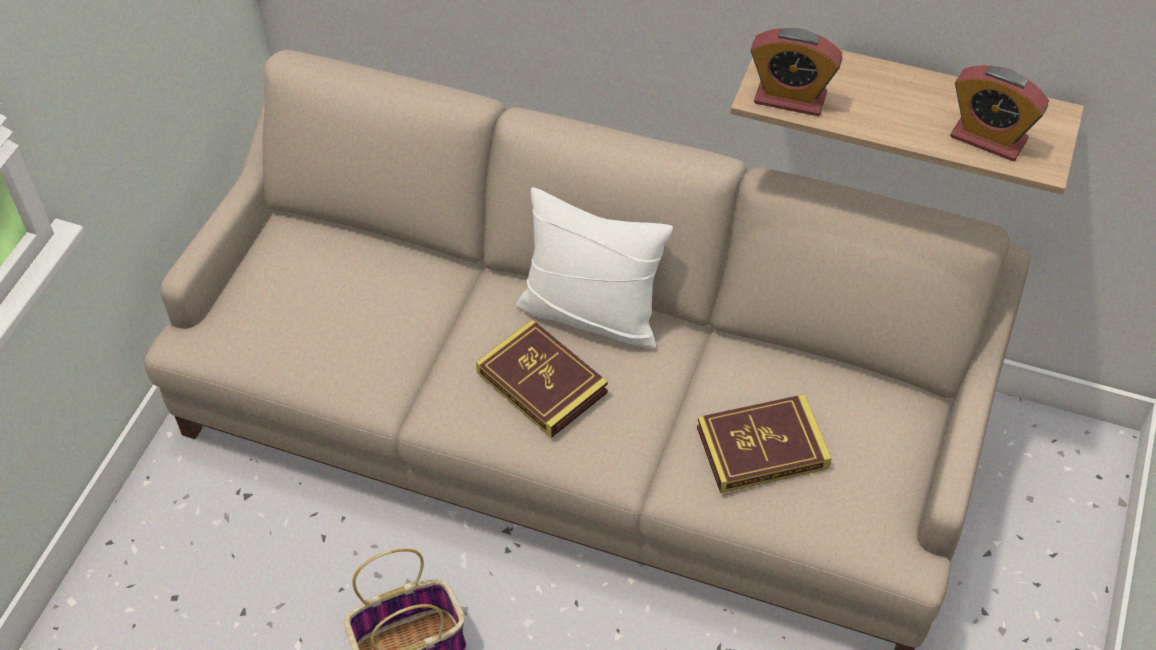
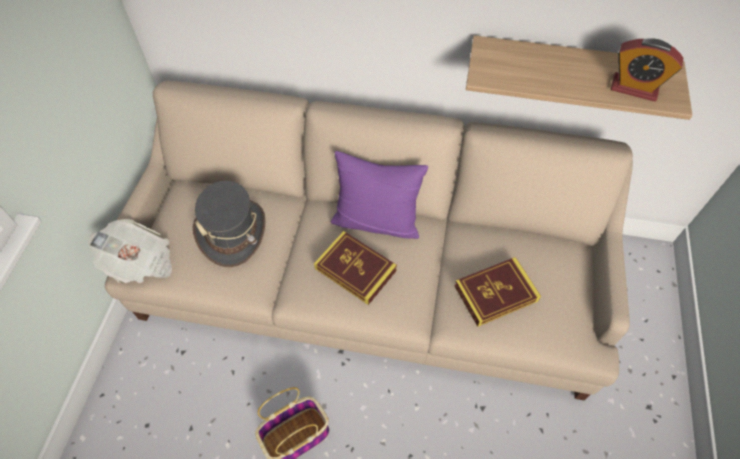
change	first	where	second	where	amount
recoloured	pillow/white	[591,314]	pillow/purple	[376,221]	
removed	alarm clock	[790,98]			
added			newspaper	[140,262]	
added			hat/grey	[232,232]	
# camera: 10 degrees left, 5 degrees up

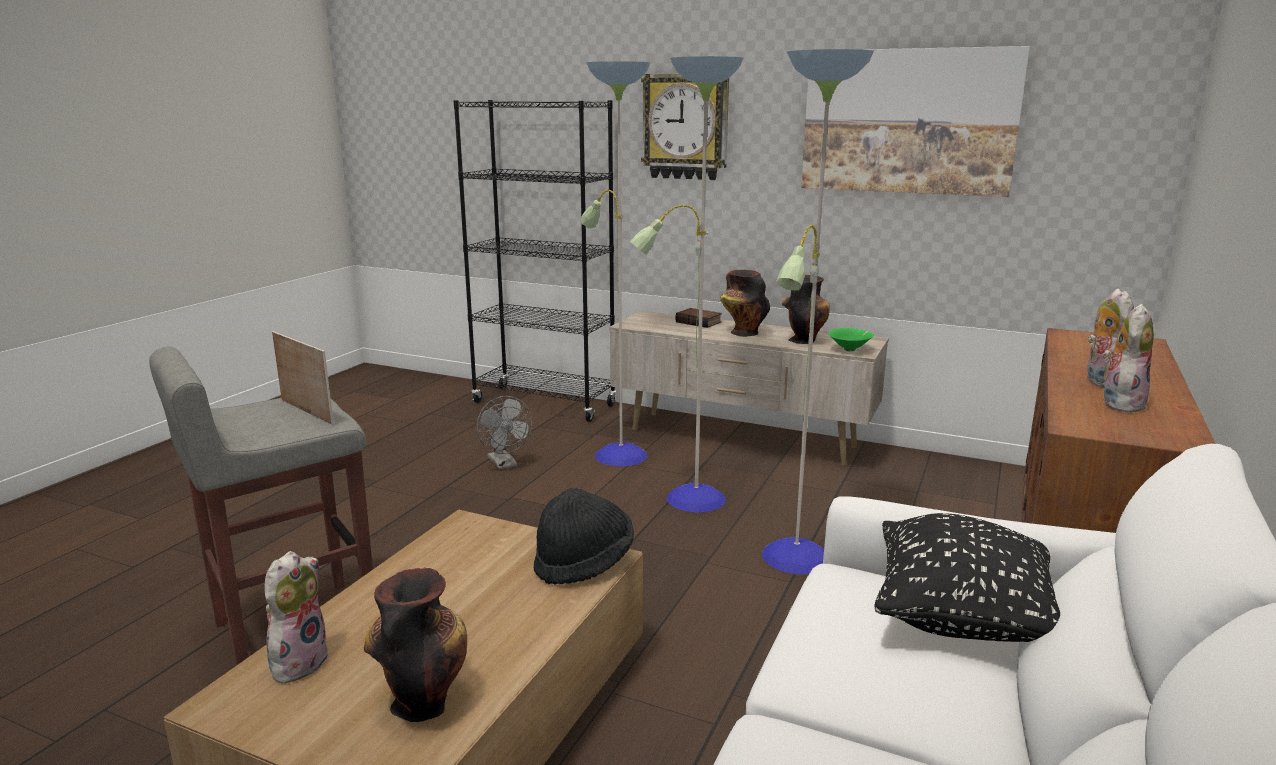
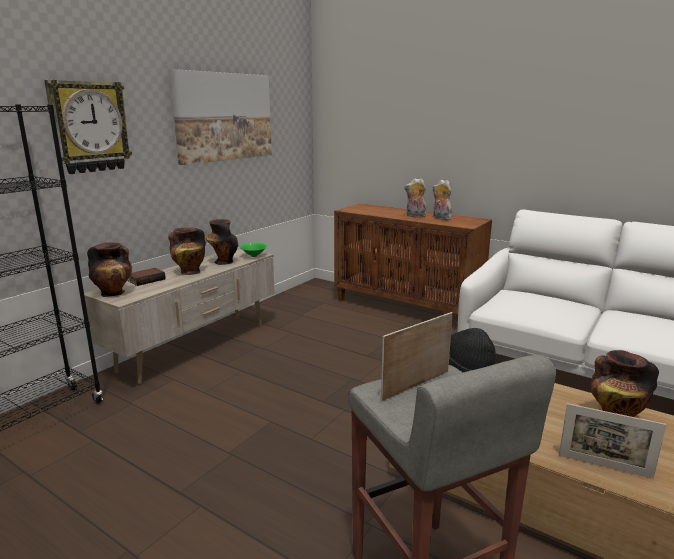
change	first	where	second	where	amount
replaced	plush toy	[298,661]	picture frame	[604,466]	
removed	fan/grey	[505,464]			
removed	floor lamp	[692,499]			
removed	pillow/black	[961,618]			
added			vase	[114,293]	
# camera: 80 degrees left, 0 degrees up

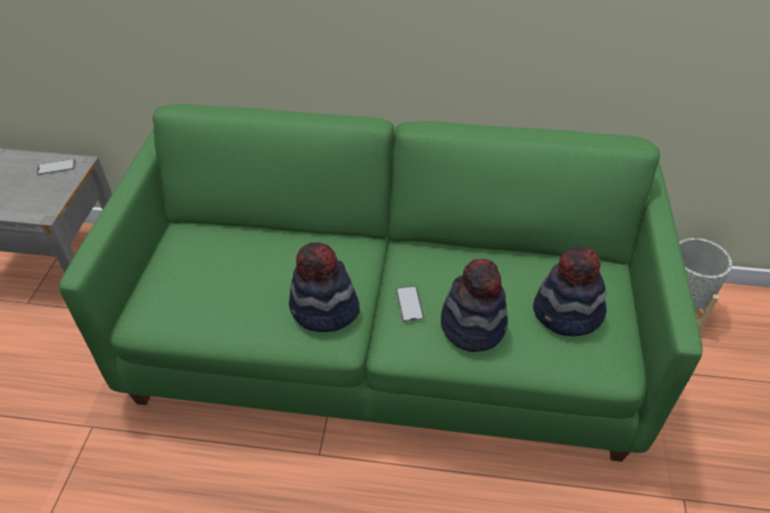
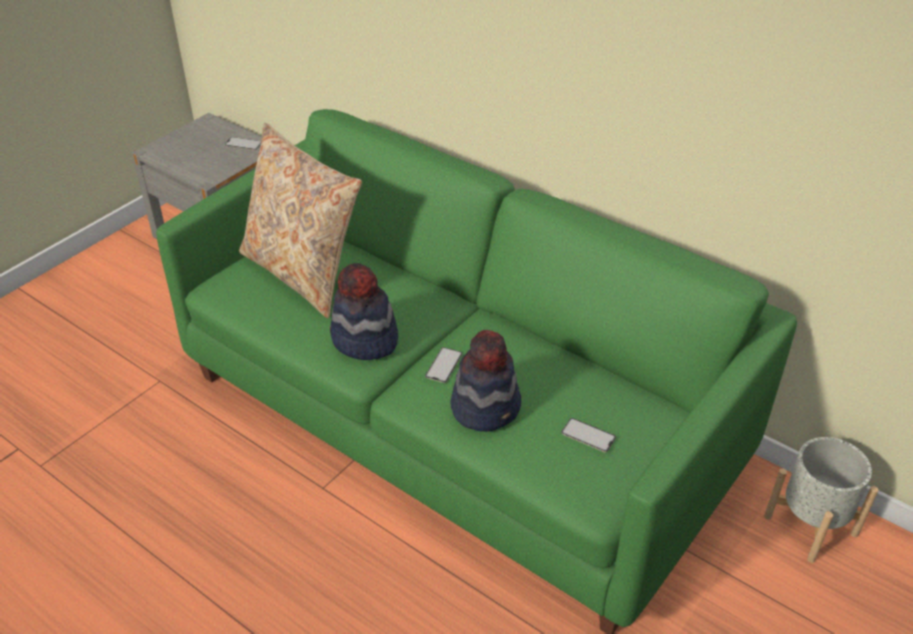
change	first	where	second	where	amount
replaced	hat	[567,314]	phone	[588,435]	
added			pillow/beige	[303,273]	
# camera: 30 degrees right, 5 degrees down

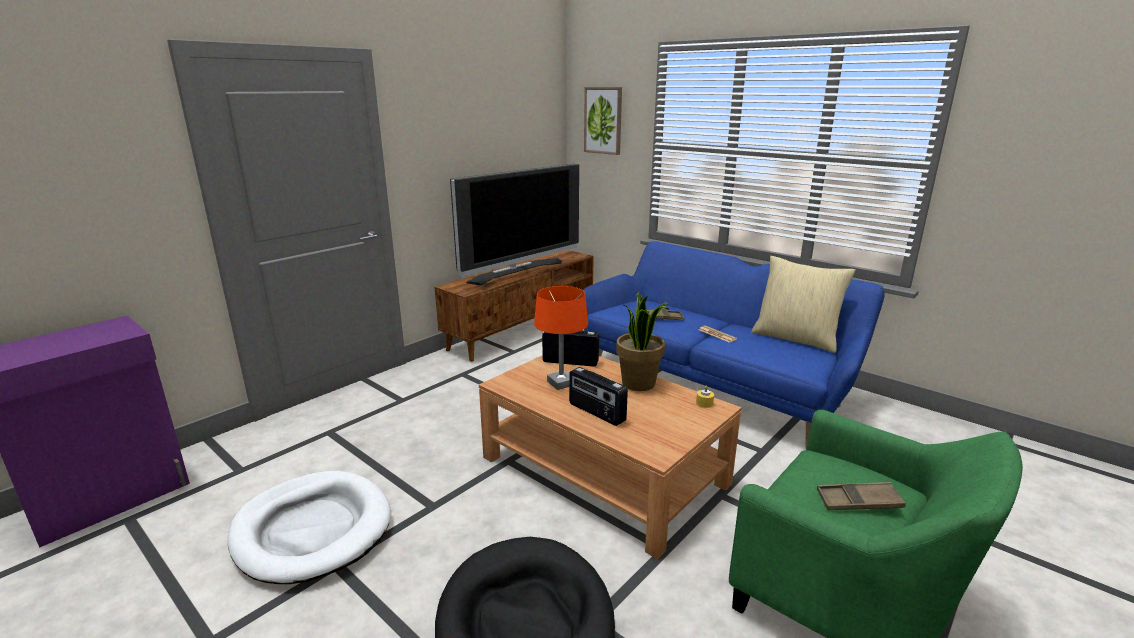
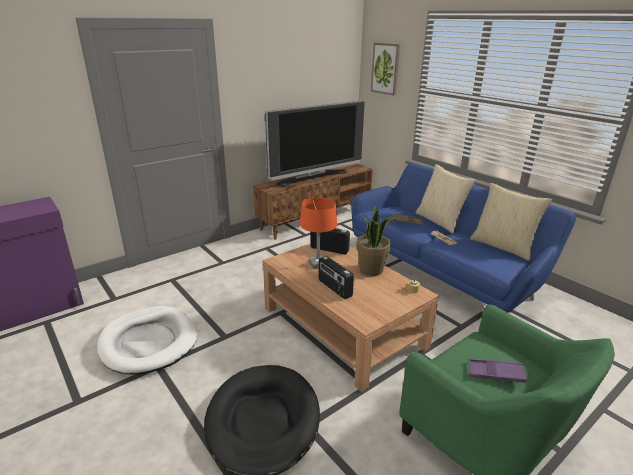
change	first	where	second	where	amount
recoloured	tray/brown	[858,501]	tray/purple	[495,373]	
added			pillow/beige	[440,221]	
# camera: 10 degrees right, 5 degrees up

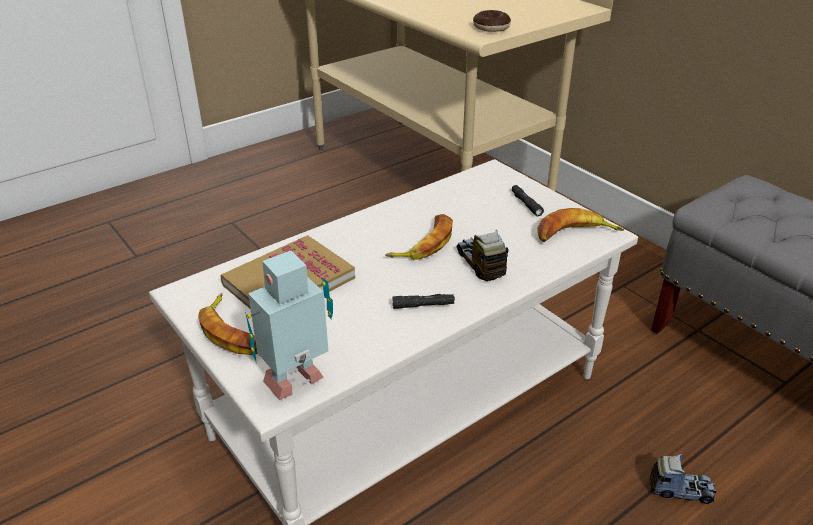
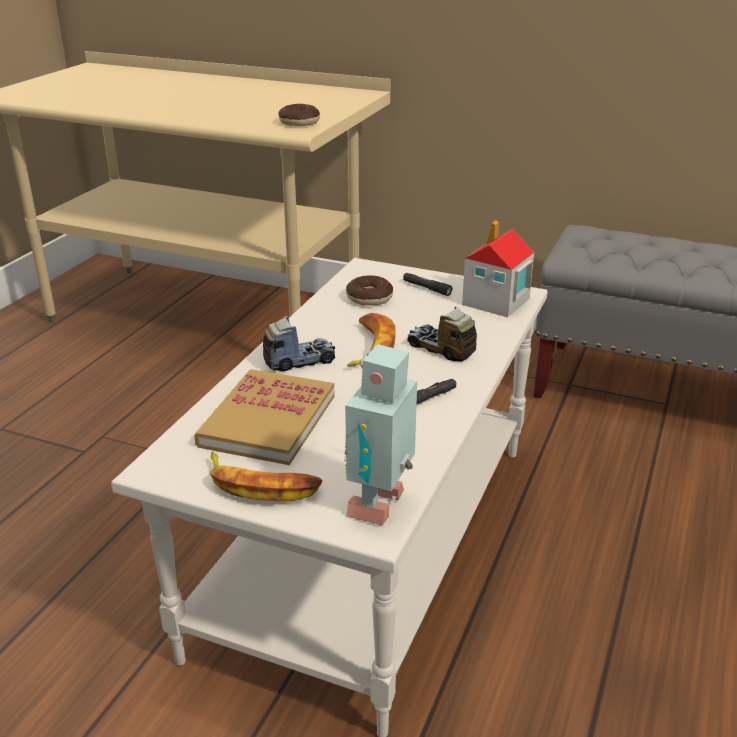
change	first	where	second	where	amount
replaced	banana	[574,234]	toy house	[495,302]	
moved	toy truck	[680,490]		[299,361]	
added			donut	[369,298]	
# camera: 30 degrees left, 5 degrees down

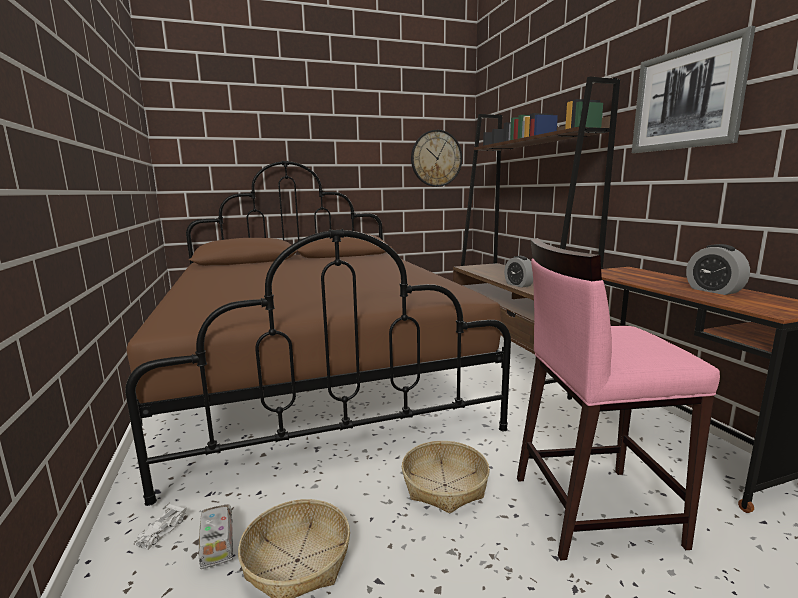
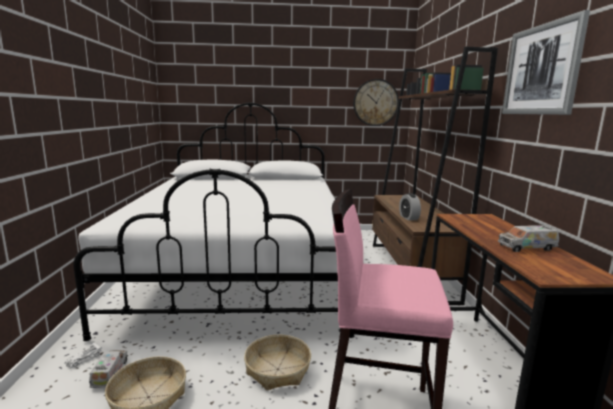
change	first	where	second	where	amount
recoloured	bed/brown	[315,374]	bed/white	[242,268]	
replaced	alarm clock	[713,290]	toy truck	[527,247]	
# camera: 15 degrees right, 0 degrees up

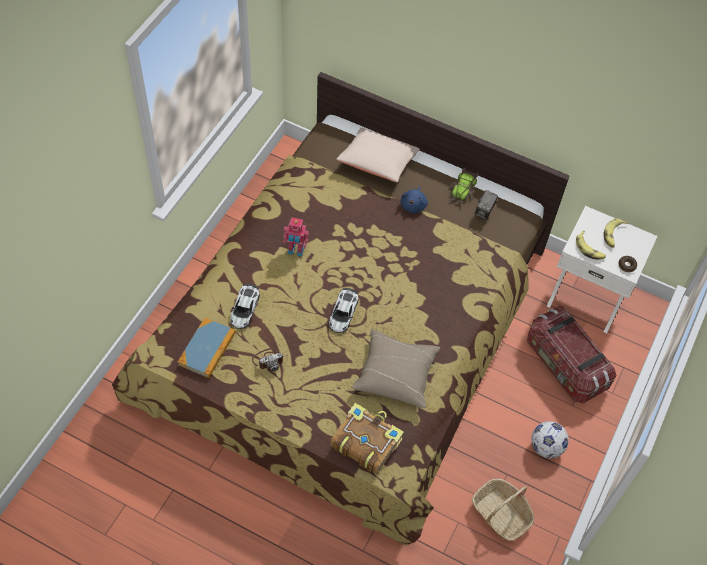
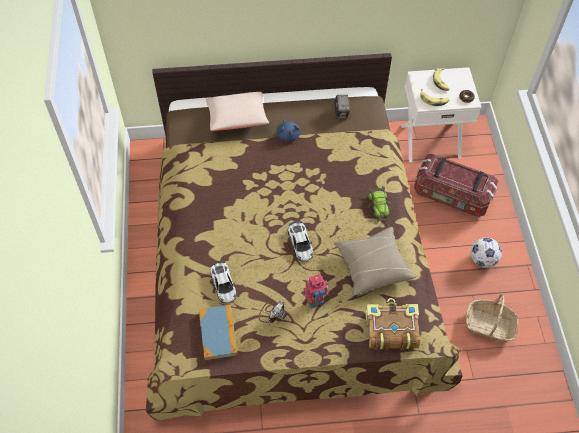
change	first	where	second	where	amount
moved	toy robot	[296,250]		[315,301]	
moved	toy car	[462,190]		[379,207]	
# camera: 30 degrees left, 0 degrees up

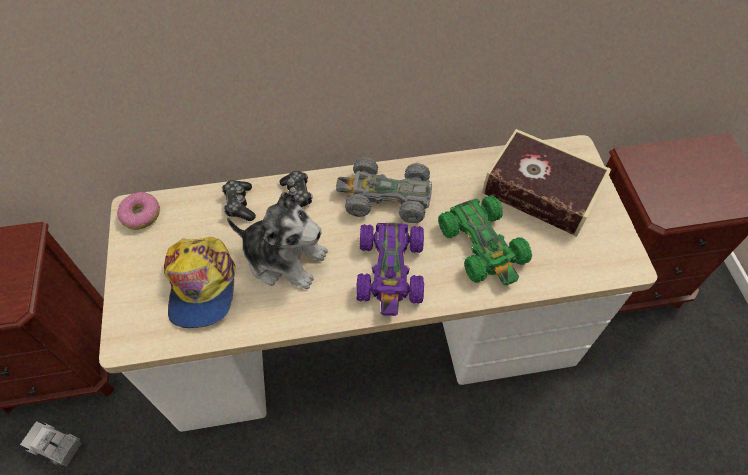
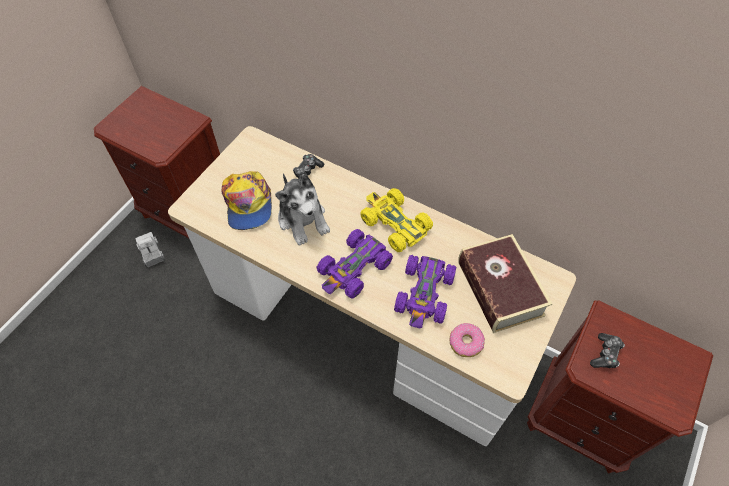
change	first	where	second	where	amount
moved	donut	[141,215]		[465,342]	
turned	cap	[201,285]		[248,204]	45 degrees counterclockwise
moved	game controller	[297,196]		[605,354]	
recoloured	toy car/grey	[386,197]	toy car/yellow	[394,224]	
recoloured	toy car/green	[483,246]	toy car/purple	[424,294]	
# camera: 40 degrees right, 0 degrees up

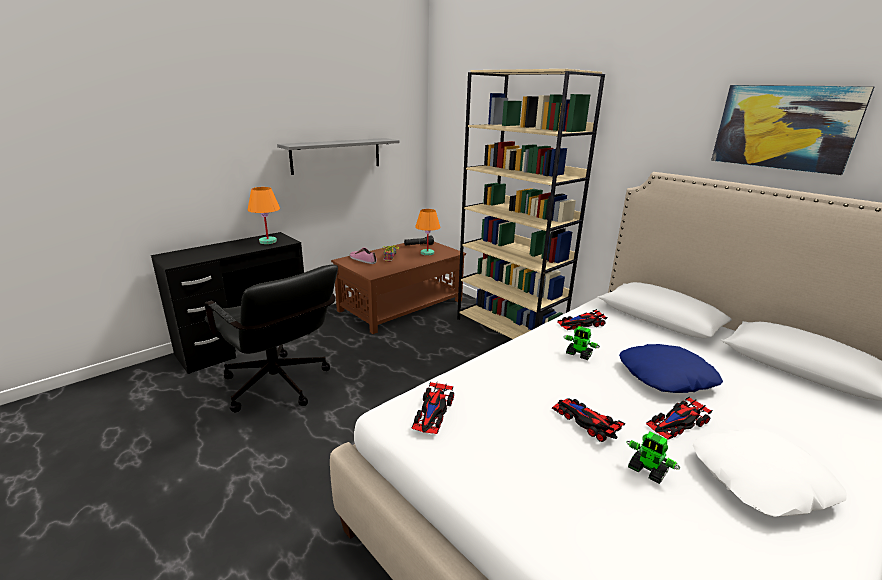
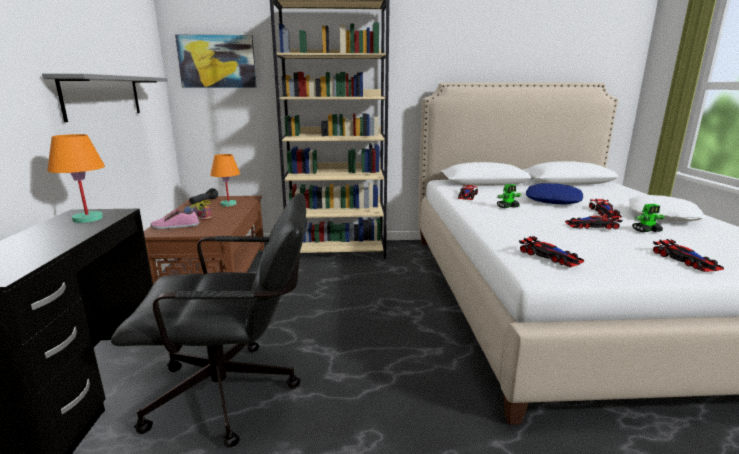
change	first	where	second	where	amount
moved	picture	[784,127]		[217,62]	
added			toy car	[685,260]	
# camera: 50 degrees left, 5 degrees down

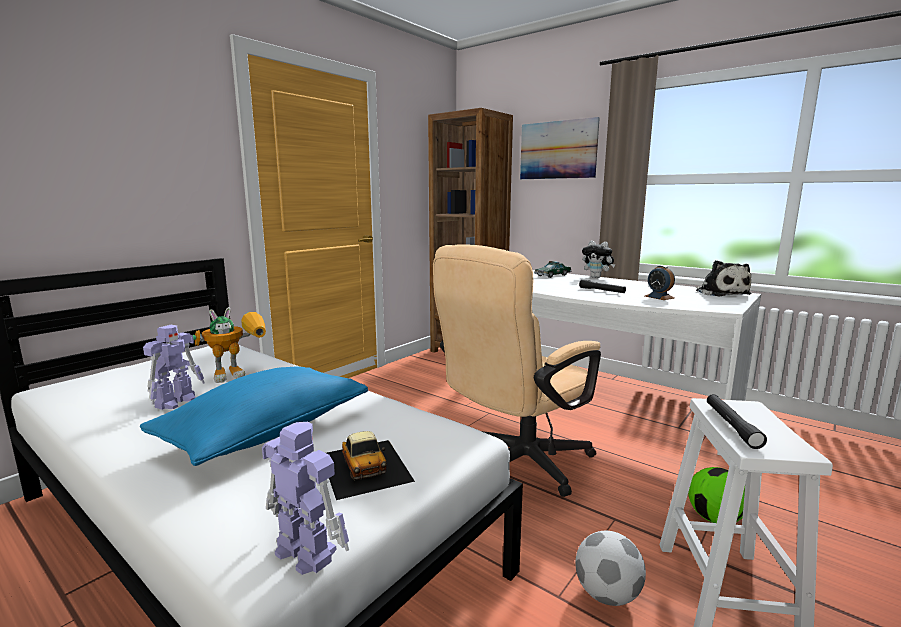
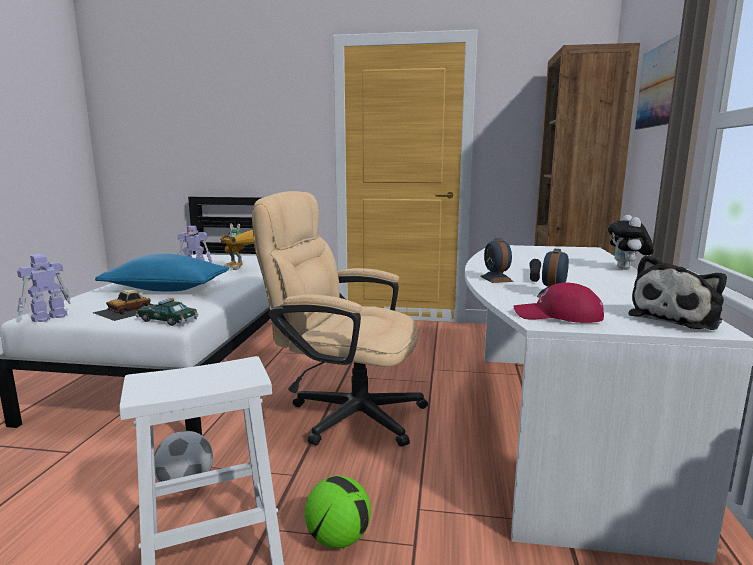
change	first	where	second	where	amount
turned	toy robot	[304,551]		[48,317]	150 degrees counterclockwise
moved	toy car	[552,275]		[167,320]	
removed	flashlight/black	[731,426]			
added			alarm clock	[496,279]	
added			cap/red	[557,315]	
# camera: 60 degrees right, 0 degrees up

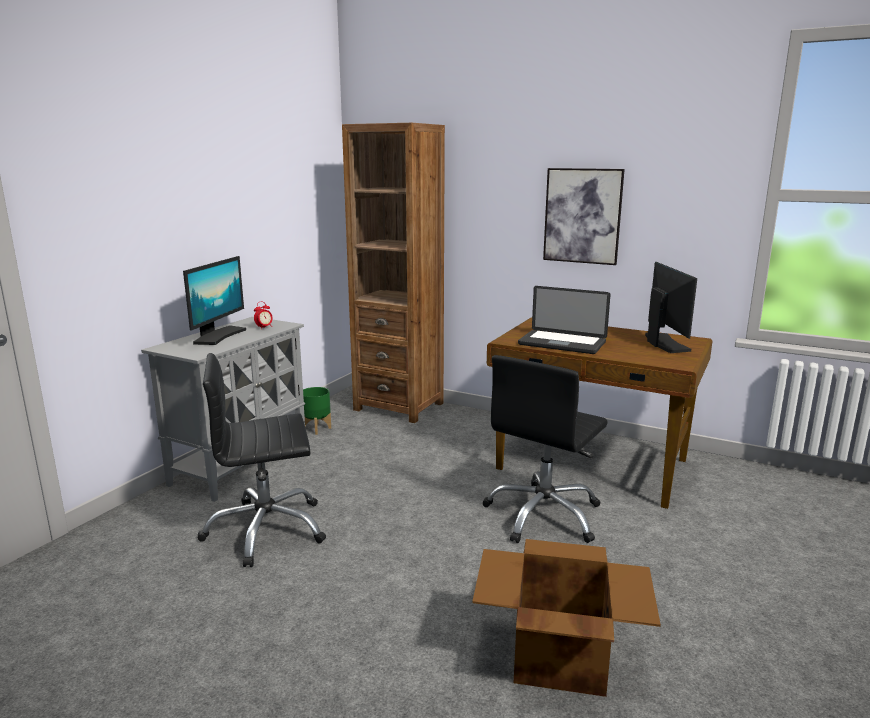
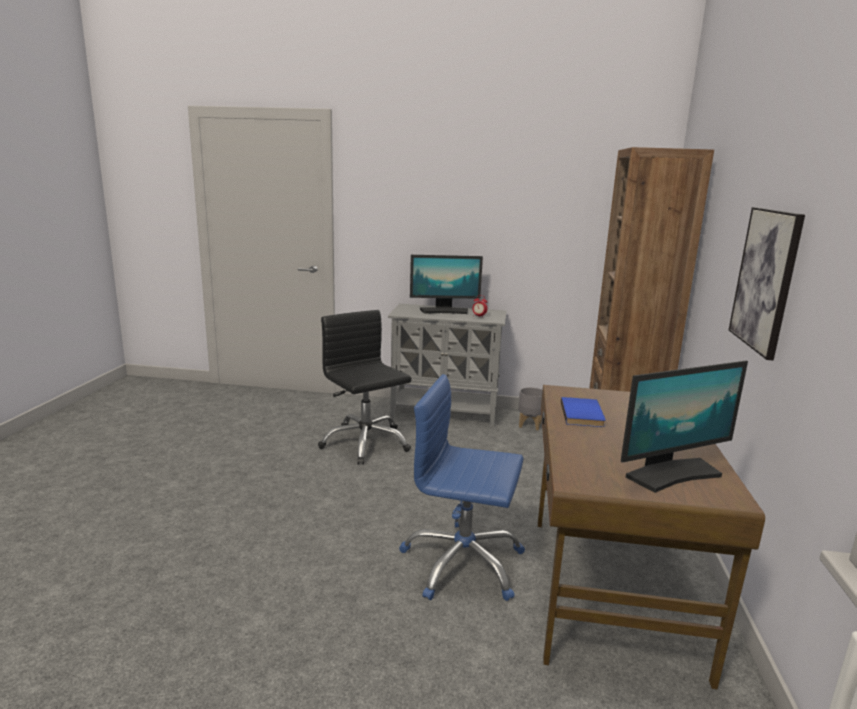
change	first	where	second	where	amount
recoloured	planter/green	[317,428]	planter/grey	[530,425]	
removed	cardboard box	[558,655]			
recoloured	office chair/black	[544,515]	office chair/blue	[462,563]	
replaced	laptop	[562,343]	book/blue	[584,414]	
# camera: 70 degrees right, 0 degrees up

